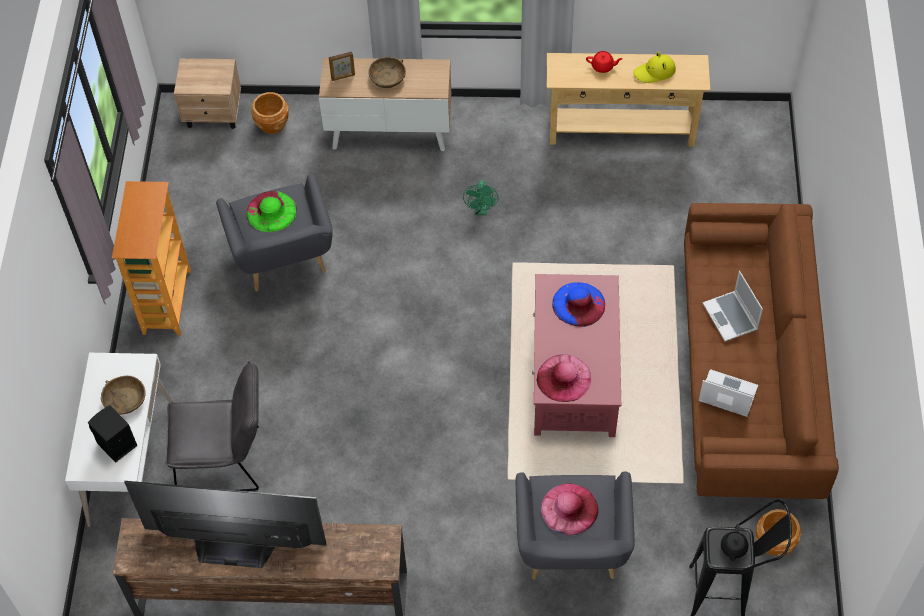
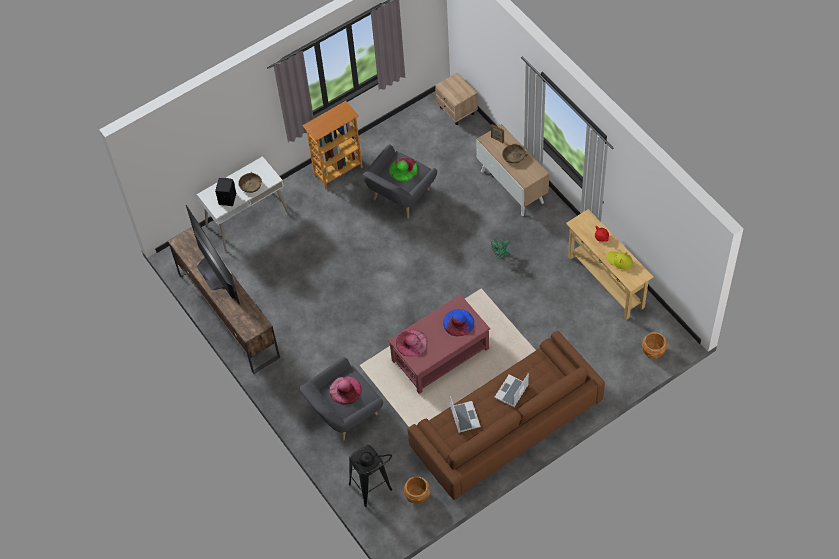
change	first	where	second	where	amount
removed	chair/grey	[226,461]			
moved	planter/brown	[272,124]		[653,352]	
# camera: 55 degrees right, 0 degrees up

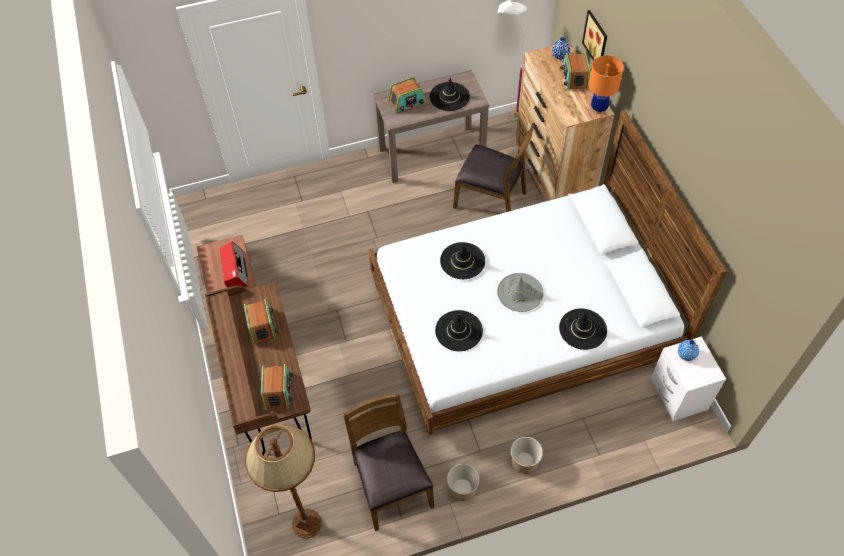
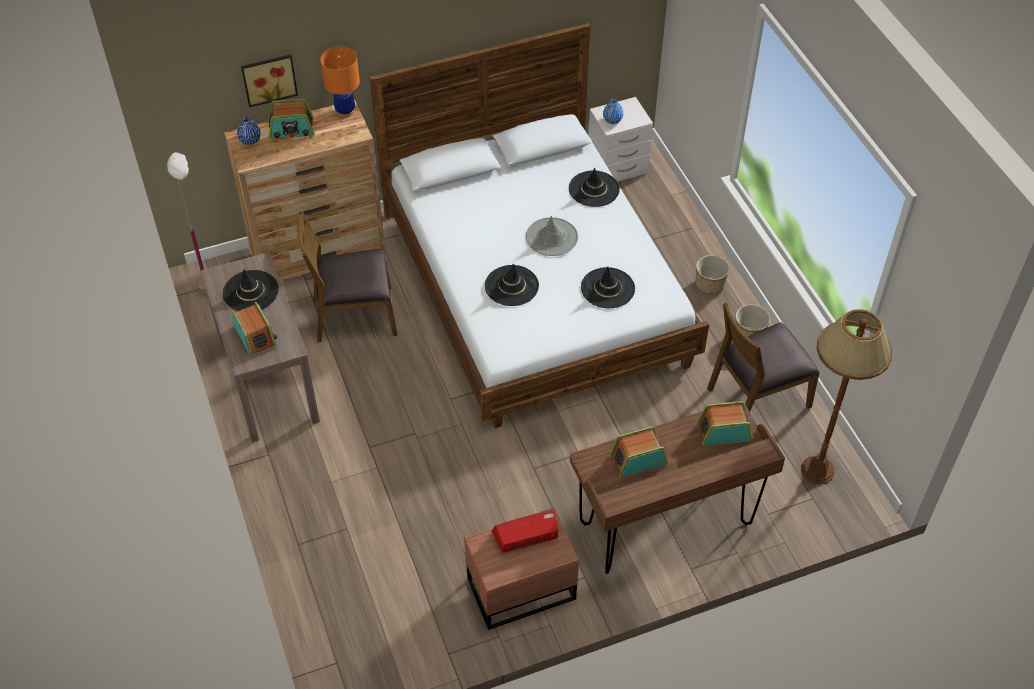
change	first	where	second	where	amount
turned	chair/brown	[491,199]		[354,315]	120 degrees counterclockwise
# camera: 95 degrees left, 5 degrees down

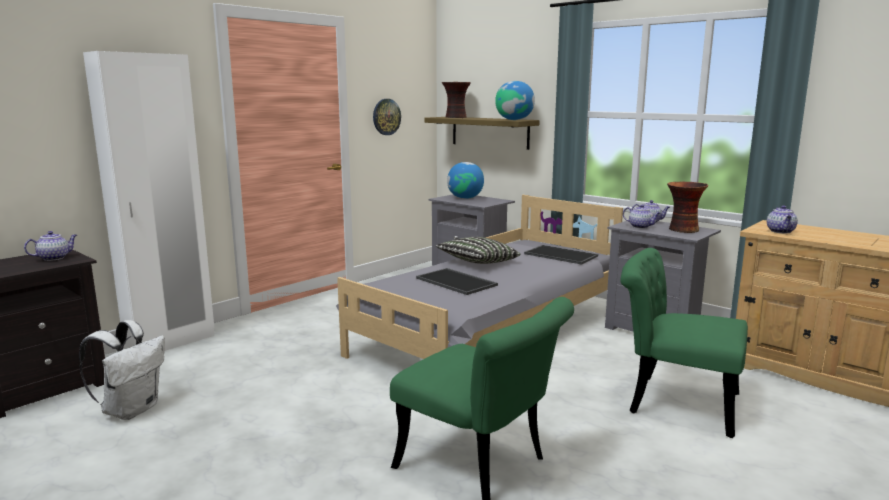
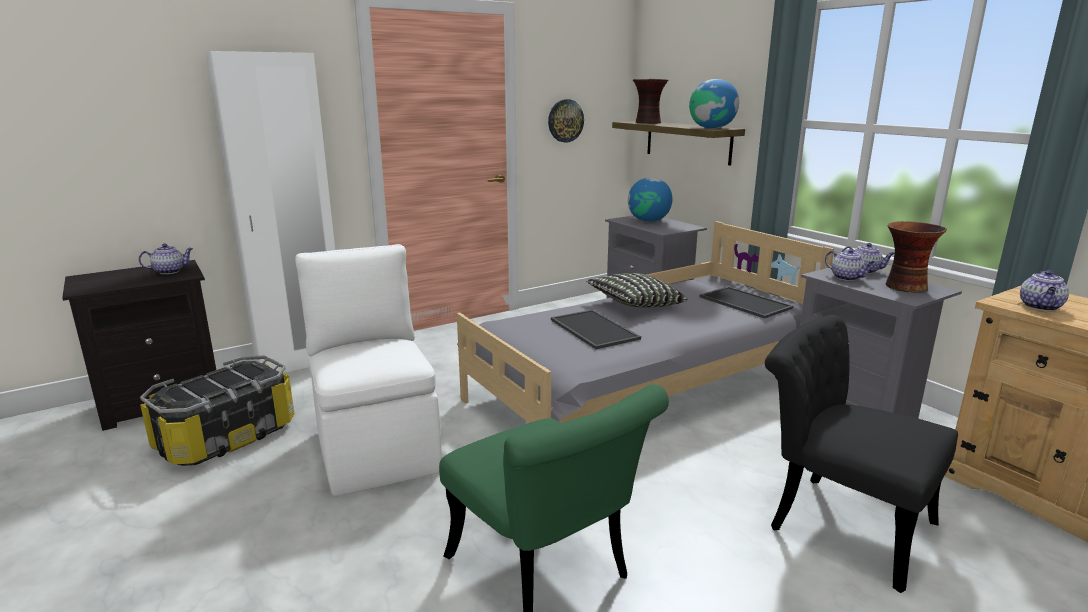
change	first	where	second	where	amount
replaced	backpack/white	[131,410]	storage box	[226,437]	
recoloured	chair/green	[673,402]	chair/black	[837,521]	
added			chair/white	[377,448]	
# camera: 15 degrees right, 5 degrees up

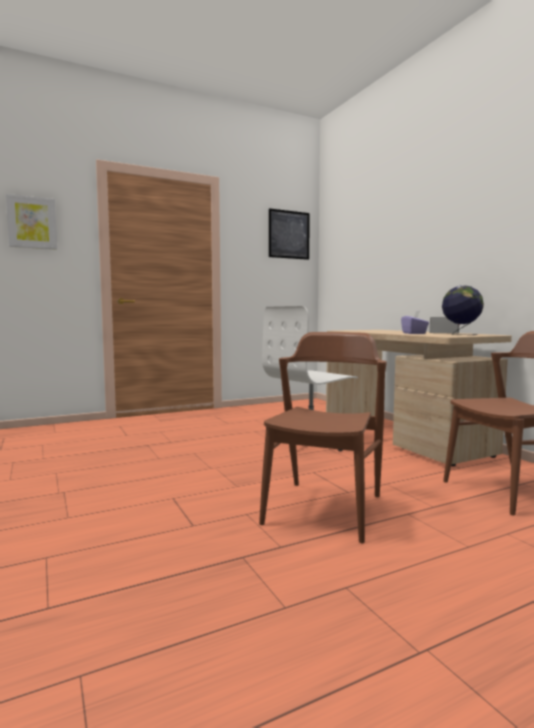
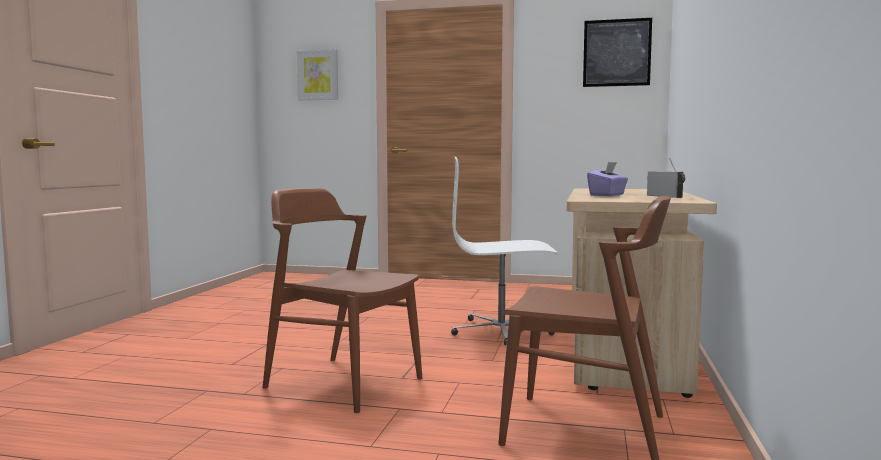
change	first	where	second	where	amount
turned	chair/brown	[324,509]		[343,382]	120 degrees counterclockwise
removed	globe	[460,334]			
# camera: 40 degrees right, 0 degrees up

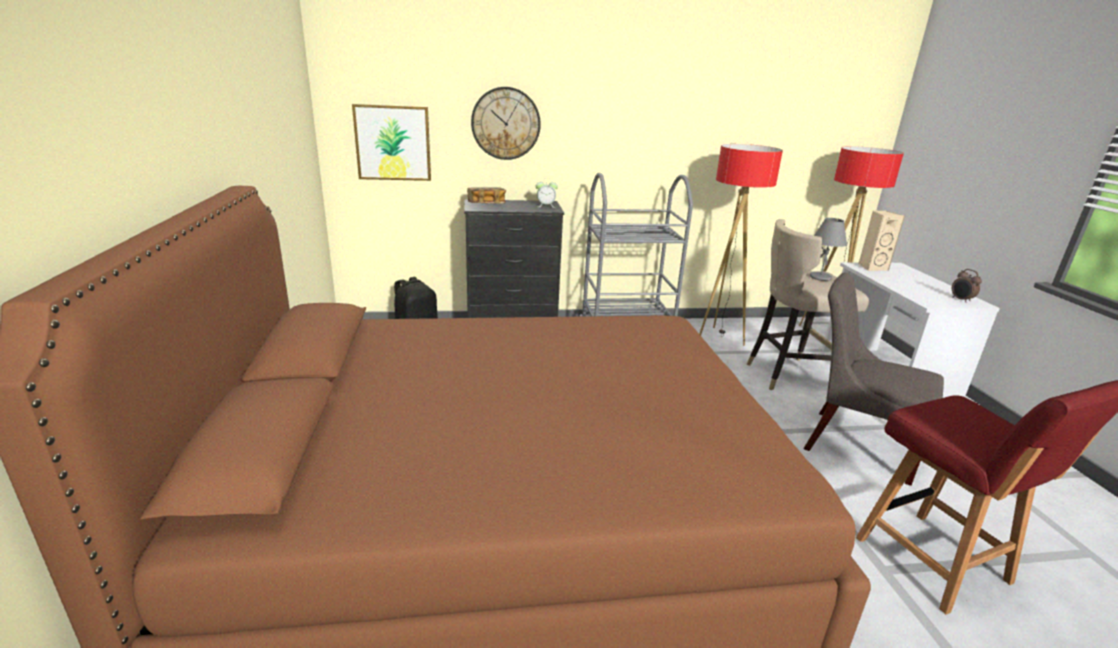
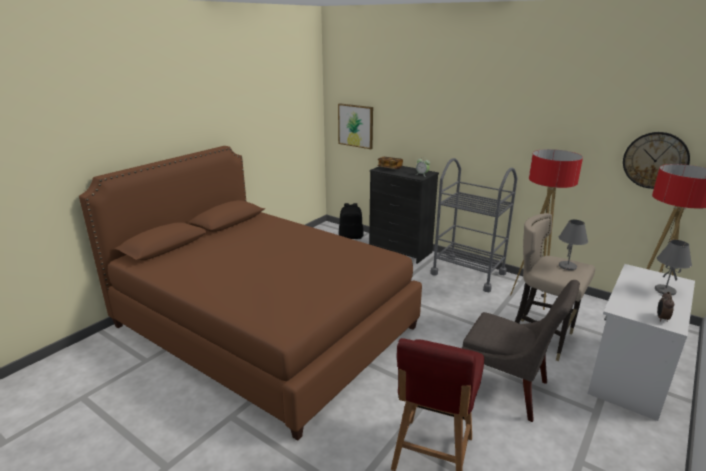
change	first	where	second	where	amount
moved	wall clock	[505,123]		[655,160]	
turned	chair/grey	[854,443]		[507,389]	135 degrees clockwise
removed	speaker/beige	[872,267]			
added			table lamp/grey	[664,291]	
# camera: 45 degrees right, 0 degrees up

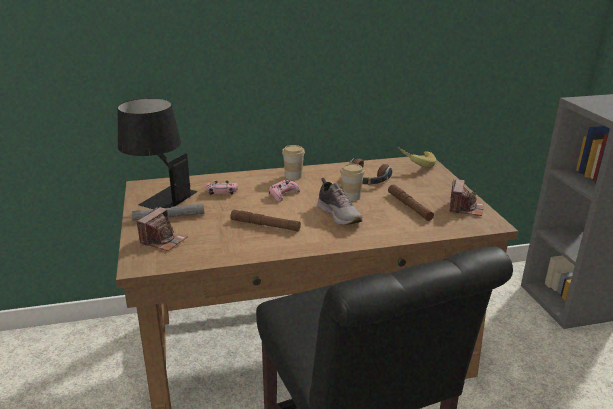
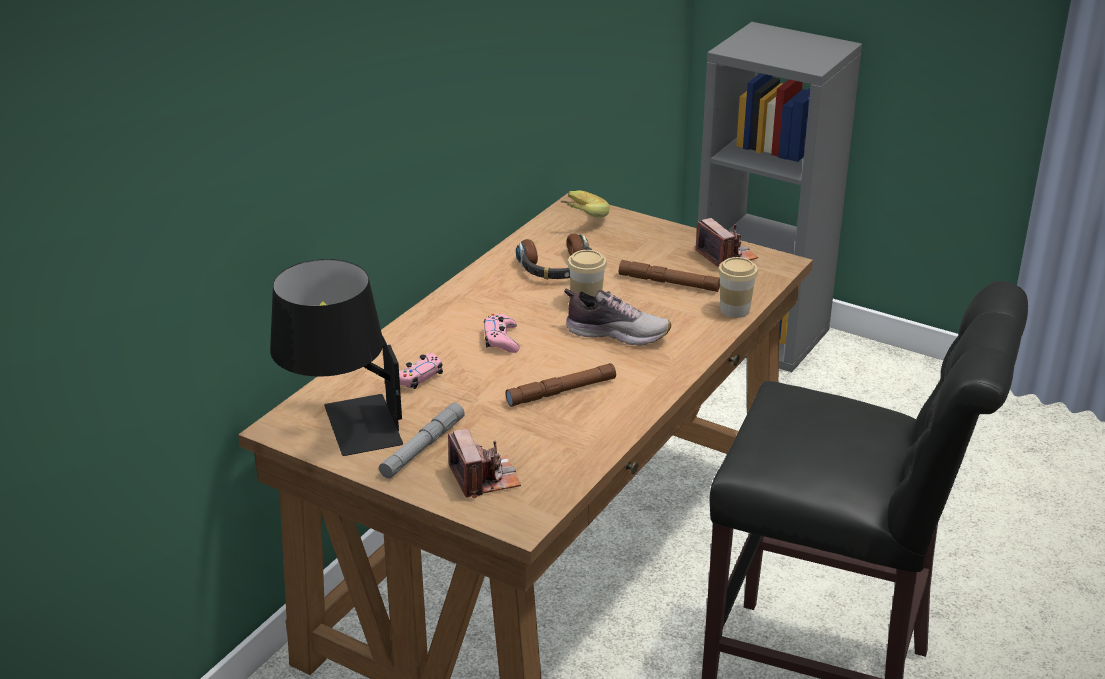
change	first	where	second	where	amount
moved	cup	[293,176]		[734,310]	
# camera: 45 degrees left, 5 degrees up

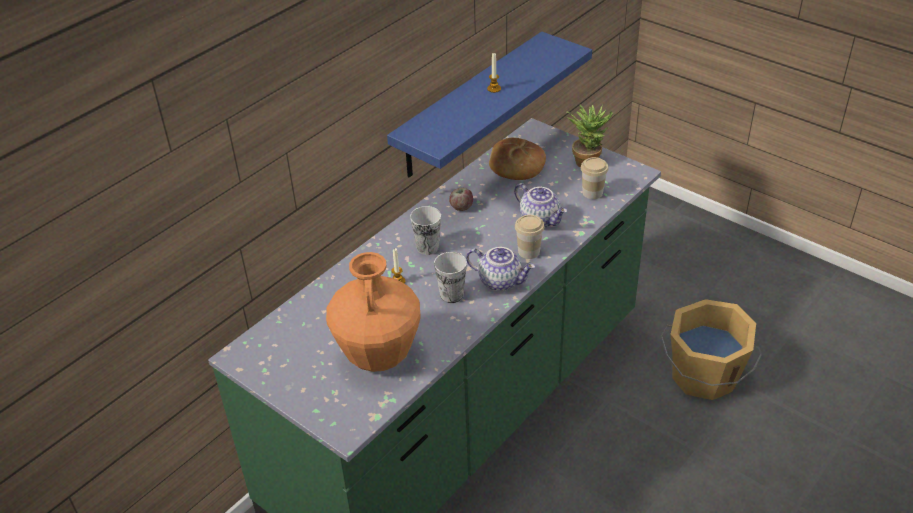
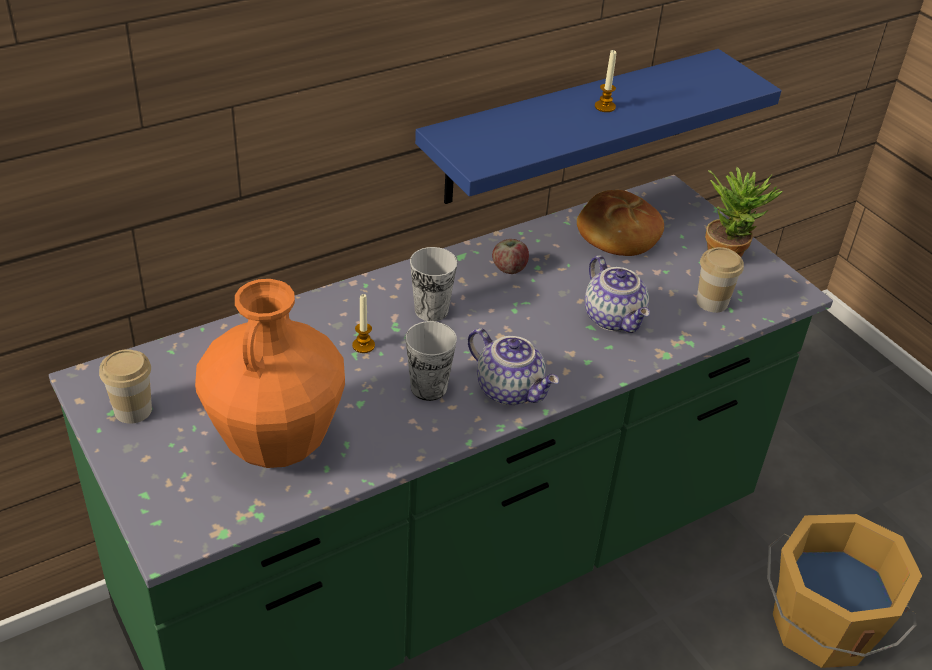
change	first	where	second	where	amount
moved	cup	[529,251]		[133,410]	
# camera: 15 degrees right, 0 degrees up

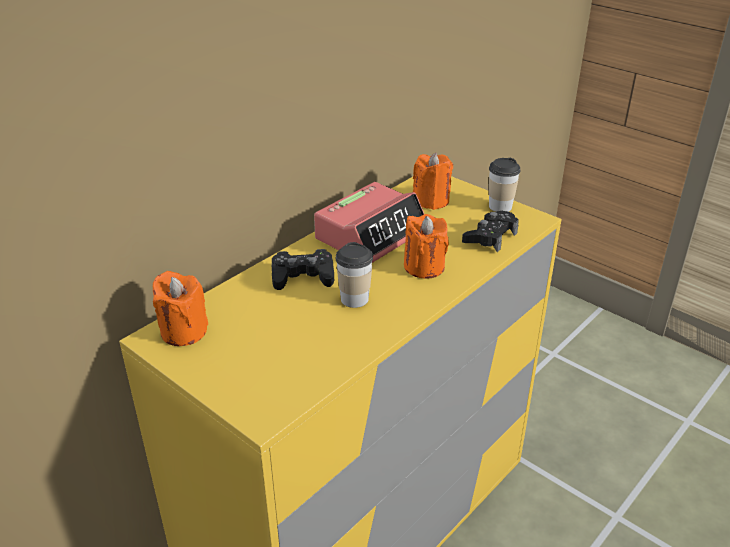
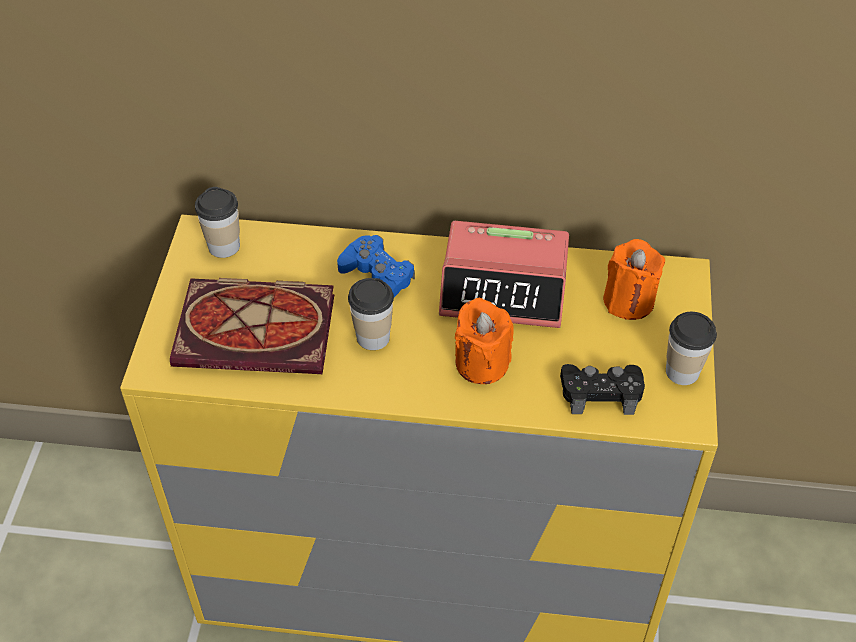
change	first	where	second	where	amount
replaced	candle/orange	[183,331]	cup	[224,246]	
recoloured	game controller/black	[303,276]	game controller/blue	[377,276]	
added			book	[260,329]	
# camera: 55 degrees right, 15 degrees up

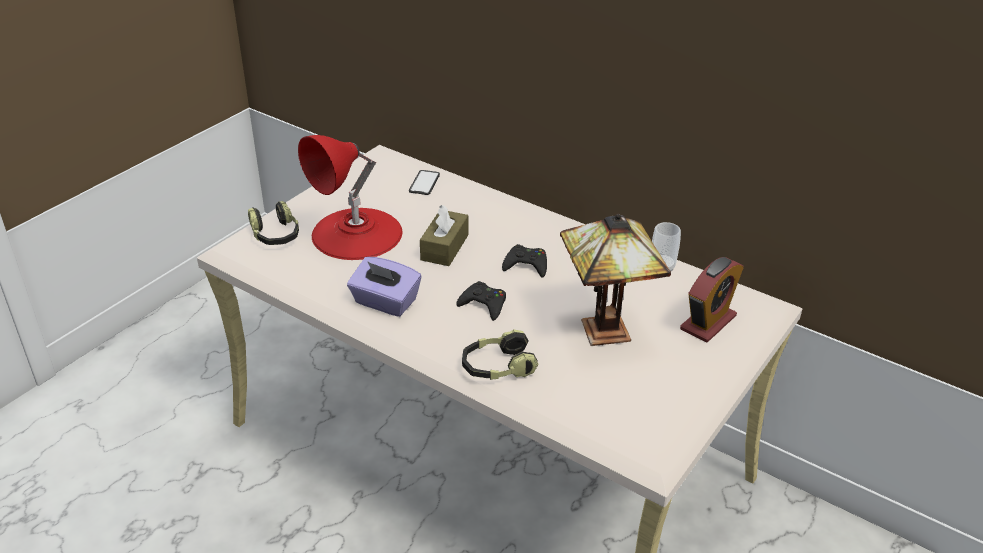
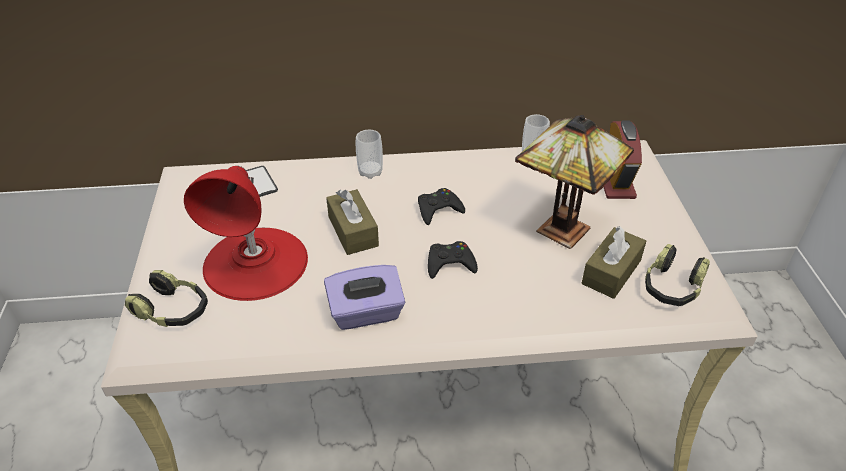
change	first	where	second	where	amount
moved	headphones	[497,368]		[672,287]	
added			cup	[370,172]	
added			tissue box/brown	[611,272]	
# camera: 40 degrees left, 5 degrees up

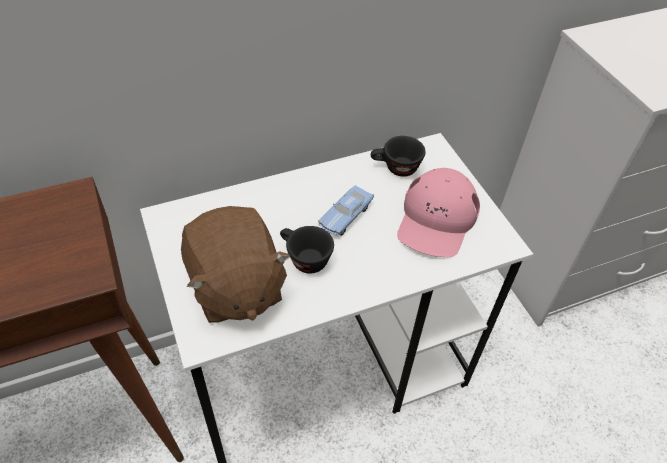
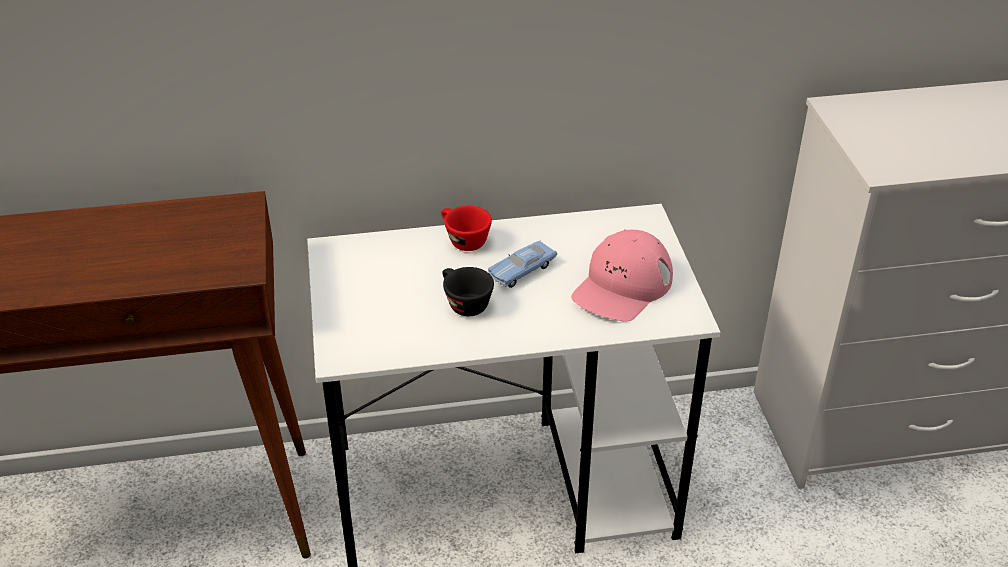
change	first	where	second	where	amount
removed	plush toy/brown	[235,287]			
removed	cup/black	[395,168]			
added			cup/red	[463,240]	
# camera: 15 degrees right, 10 degrees down

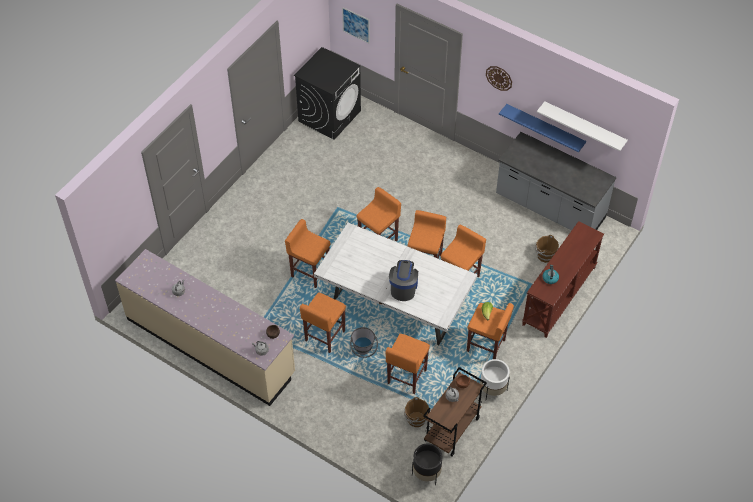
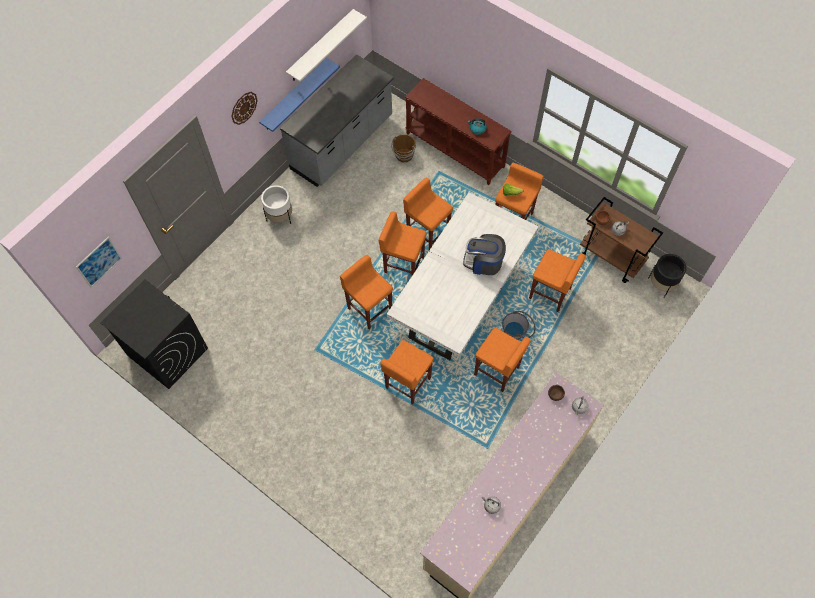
change	first	where	second	where	amount
removed	bucket/brown	[415,419]			
moved	planter/white	[492,390]		[280,216]	
# camera: 85 degrees left, 10 degrees up

